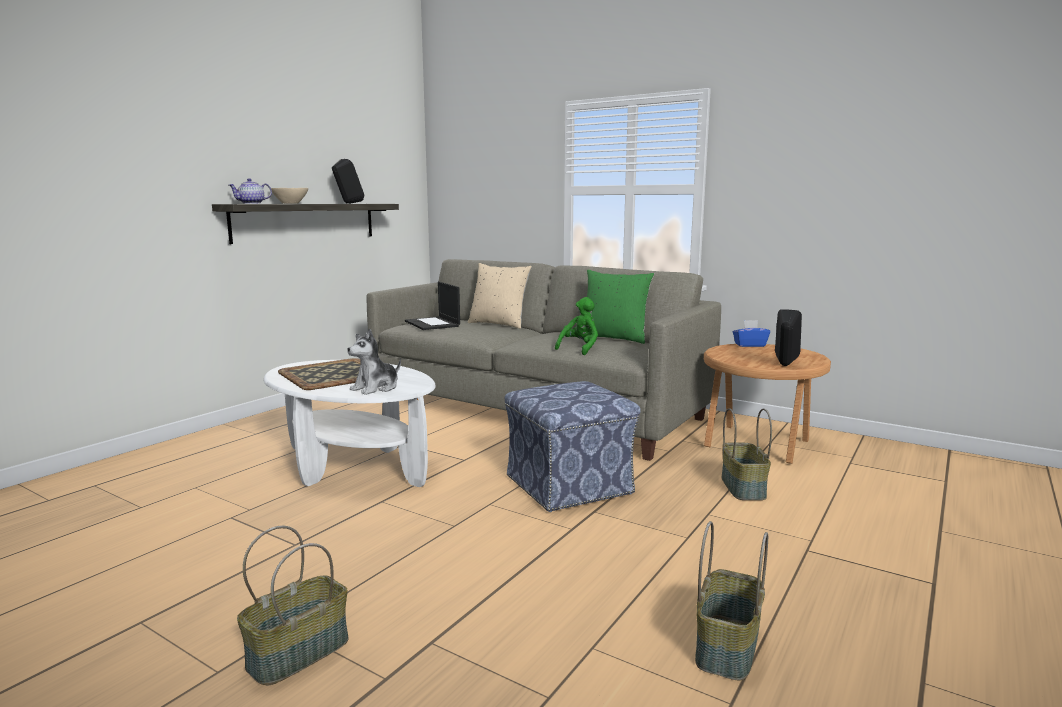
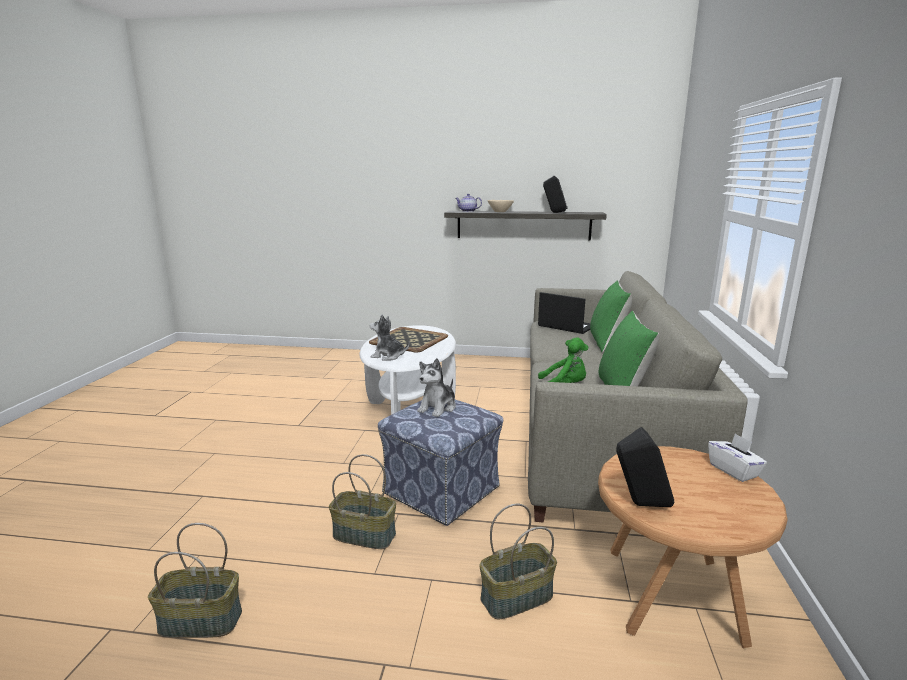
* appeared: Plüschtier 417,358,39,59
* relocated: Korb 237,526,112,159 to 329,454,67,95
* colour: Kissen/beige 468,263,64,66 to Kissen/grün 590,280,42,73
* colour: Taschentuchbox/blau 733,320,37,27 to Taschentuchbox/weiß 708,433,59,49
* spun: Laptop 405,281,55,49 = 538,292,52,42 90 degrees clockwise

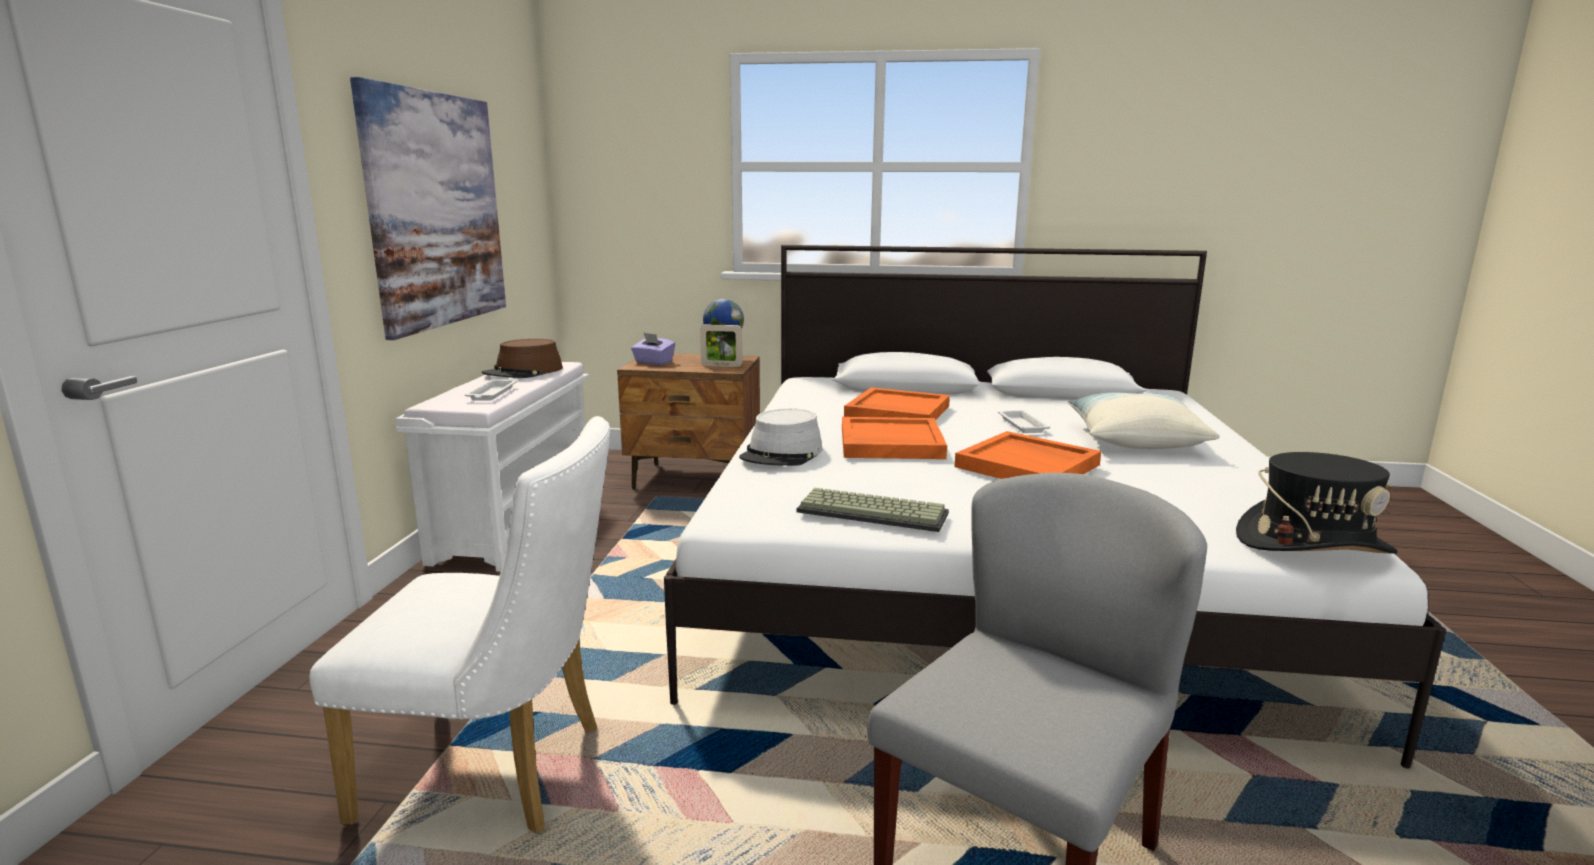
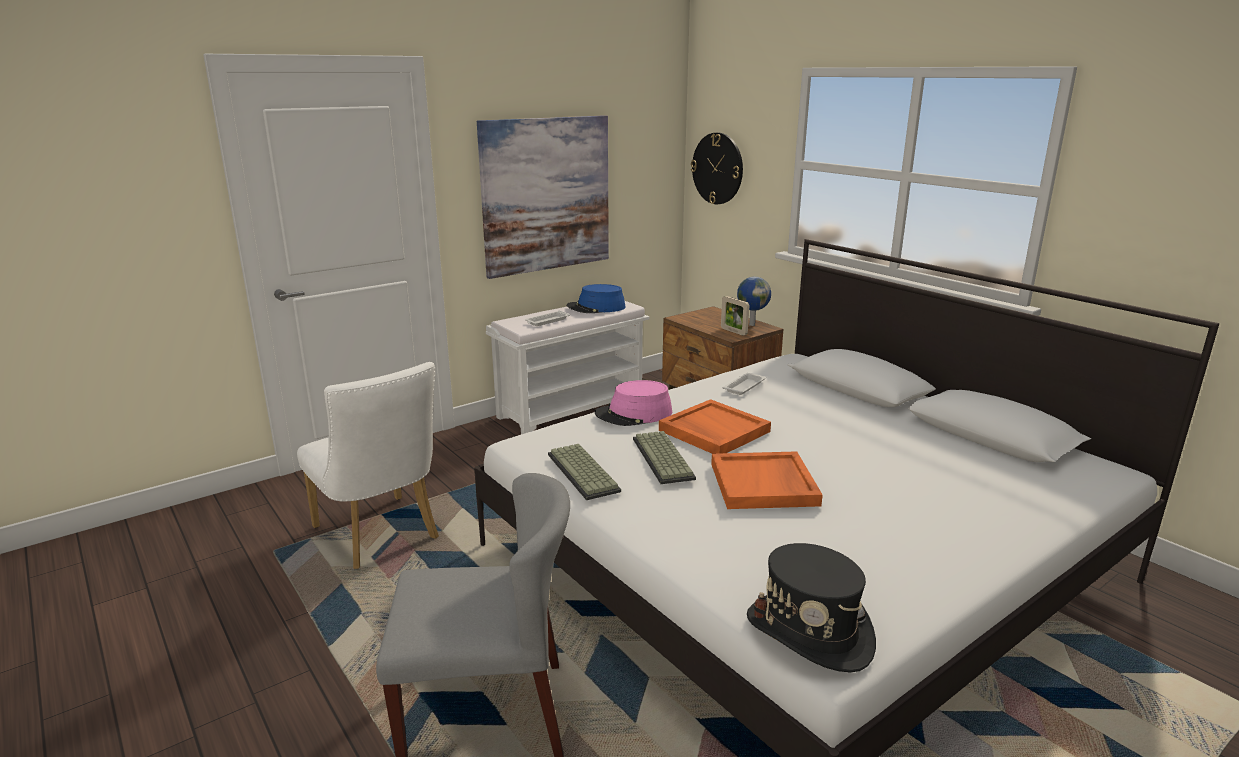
* missing: Taschentuchbox/lila 631,332,44,33
* missing: Tablett/orange 844,387,106,33
* missing: Kissen 1068,392,152,57
* appeared: Tastatur 633,431,63,53
* appeared: Wanduhr 691,133,52,71
* relocated: Tablett/weiß 998,410,52,23 to 723,373,43,22
* colour: Hut/braun 482,339,81,39 to Hut/blau 567,284,59,29
* colour: Hut/grau 739,409,83,57 to Hut/rosa 595,380,78,46

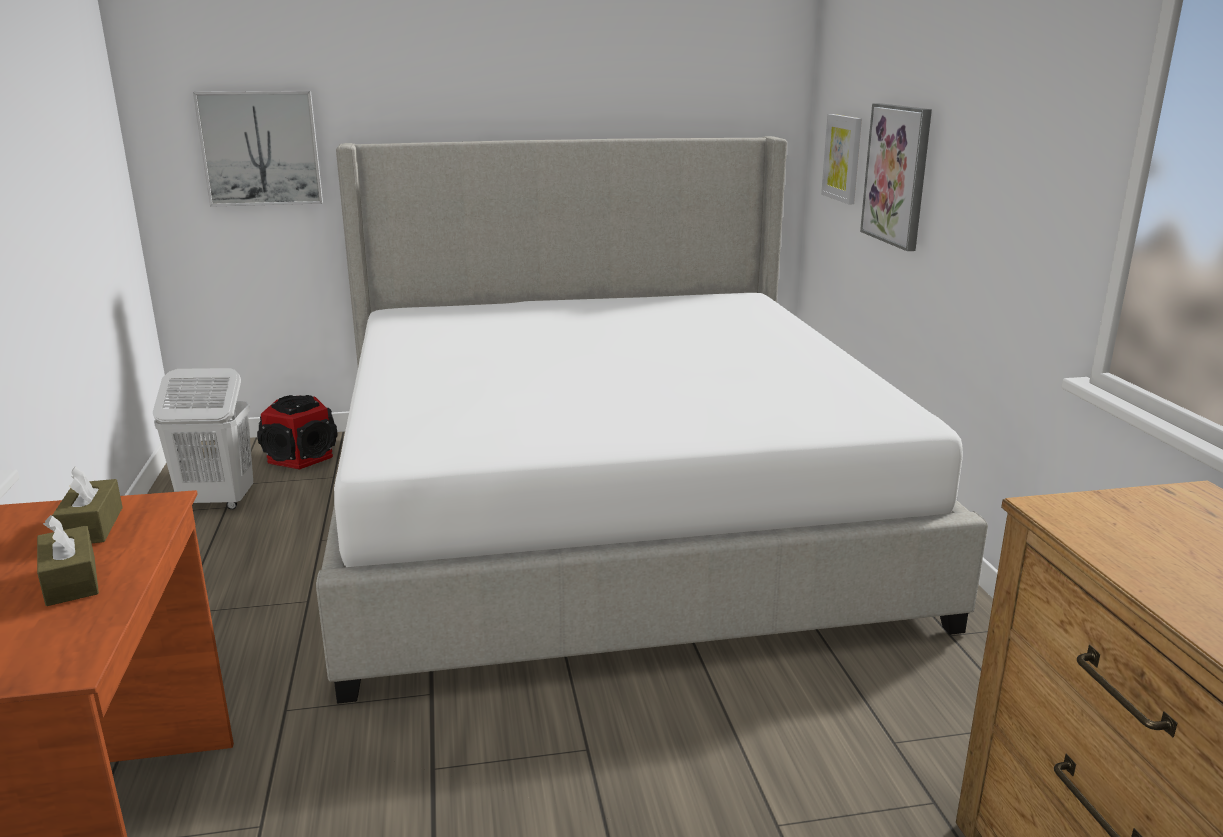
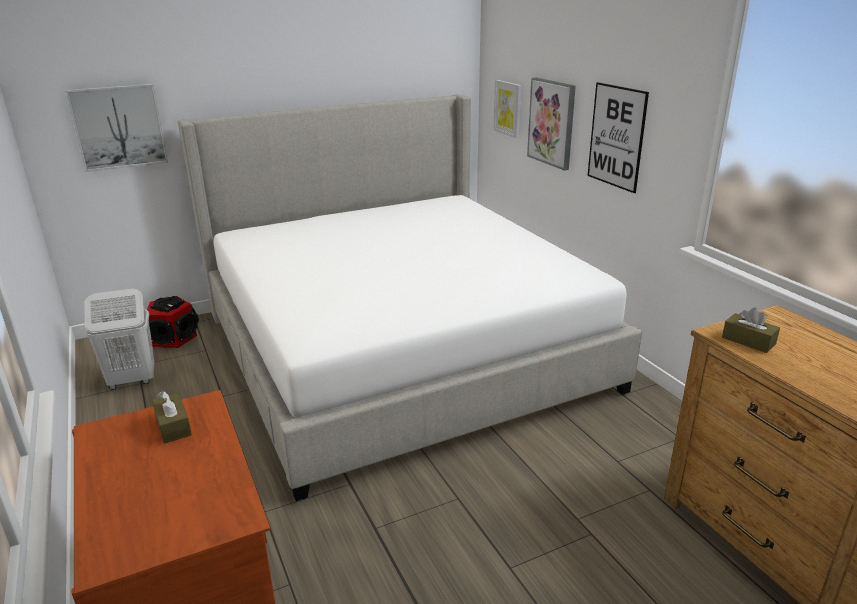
* appeared: Bild 588,82,61,111
* relocated: Taschentuchbox/braun 37,515,62,91 to 722,307,58,46

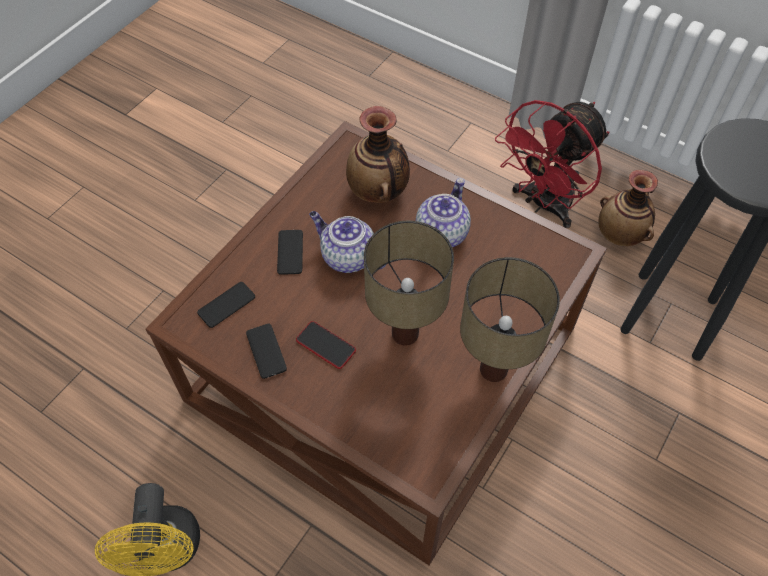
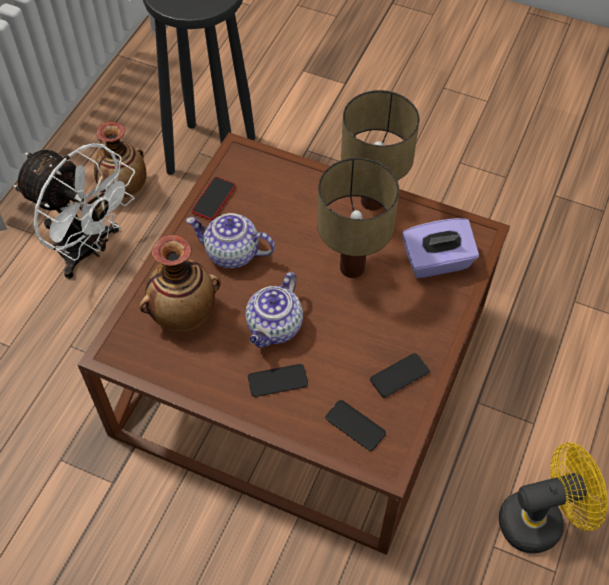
* appeared: Taschentuchbox/lila 402,218,77,60
* relocated: Handy 296,321,60,48 to 192,177,44,43
* colour: Ventilator/rot 495,100,114,128 to Ventilator/weiß 13,143,122,136

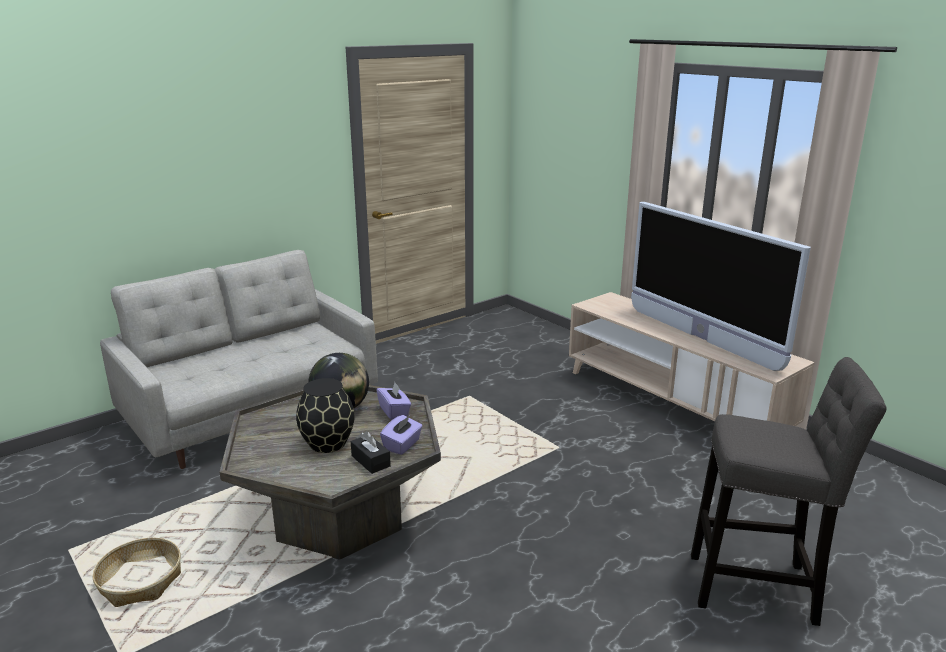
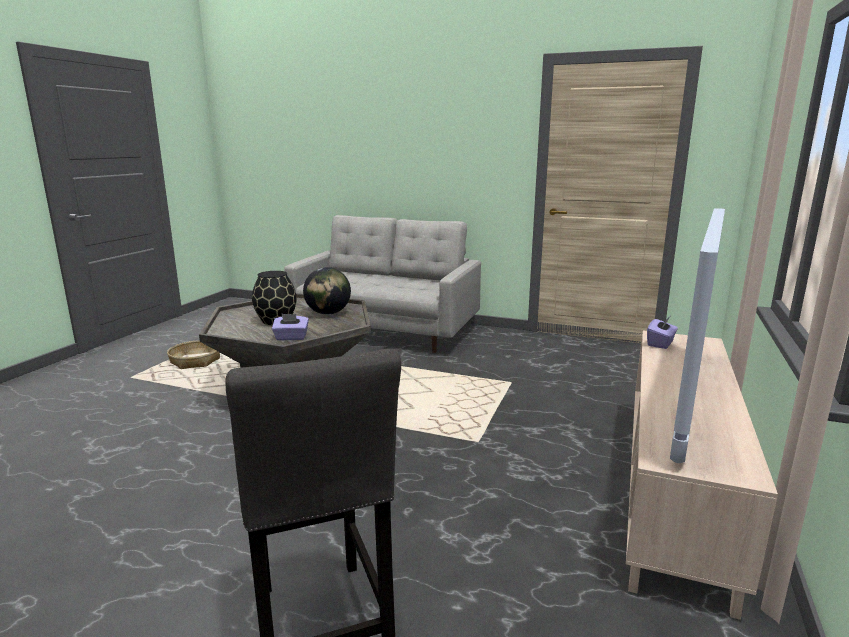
* missing: Taschentuchbox/schwarz 351,431,40,43
* relocated: Taschentuchbox/lila 376,382,35,38 to 647,317,31,32

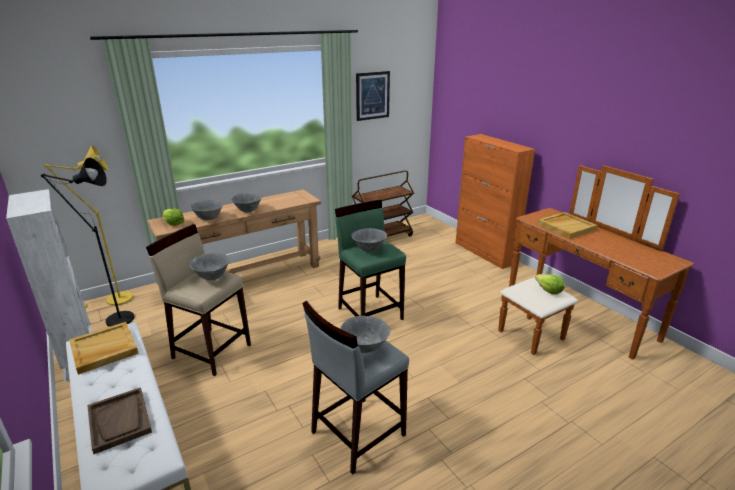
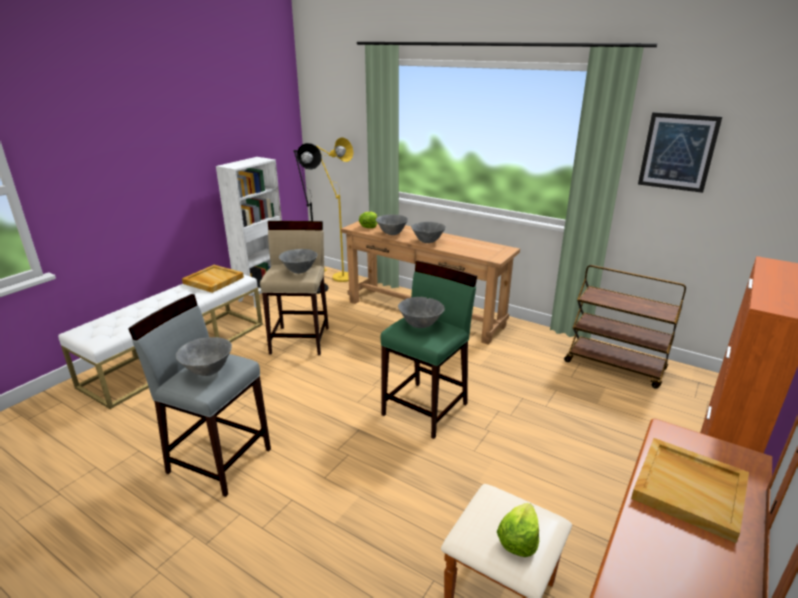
* missing: Tablett/braun 87,387,65,67

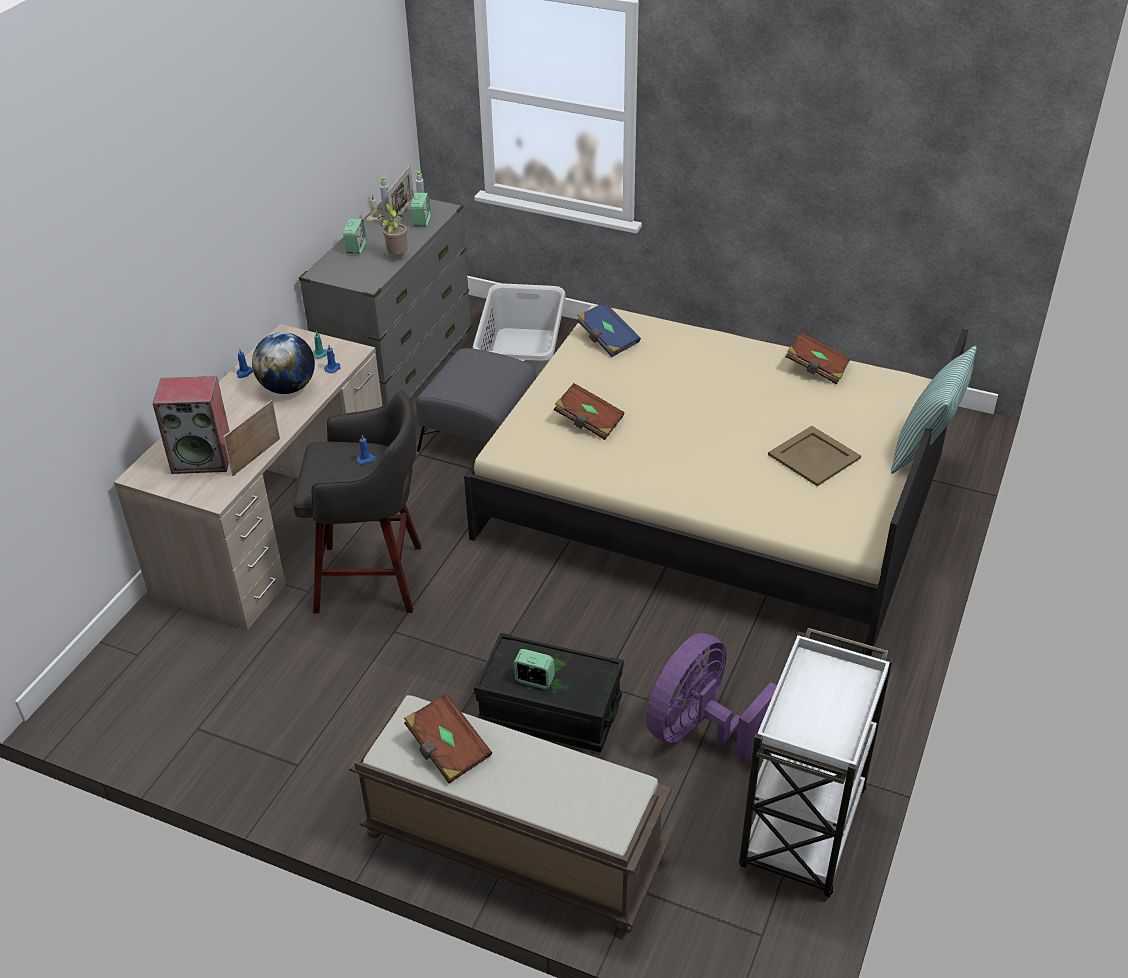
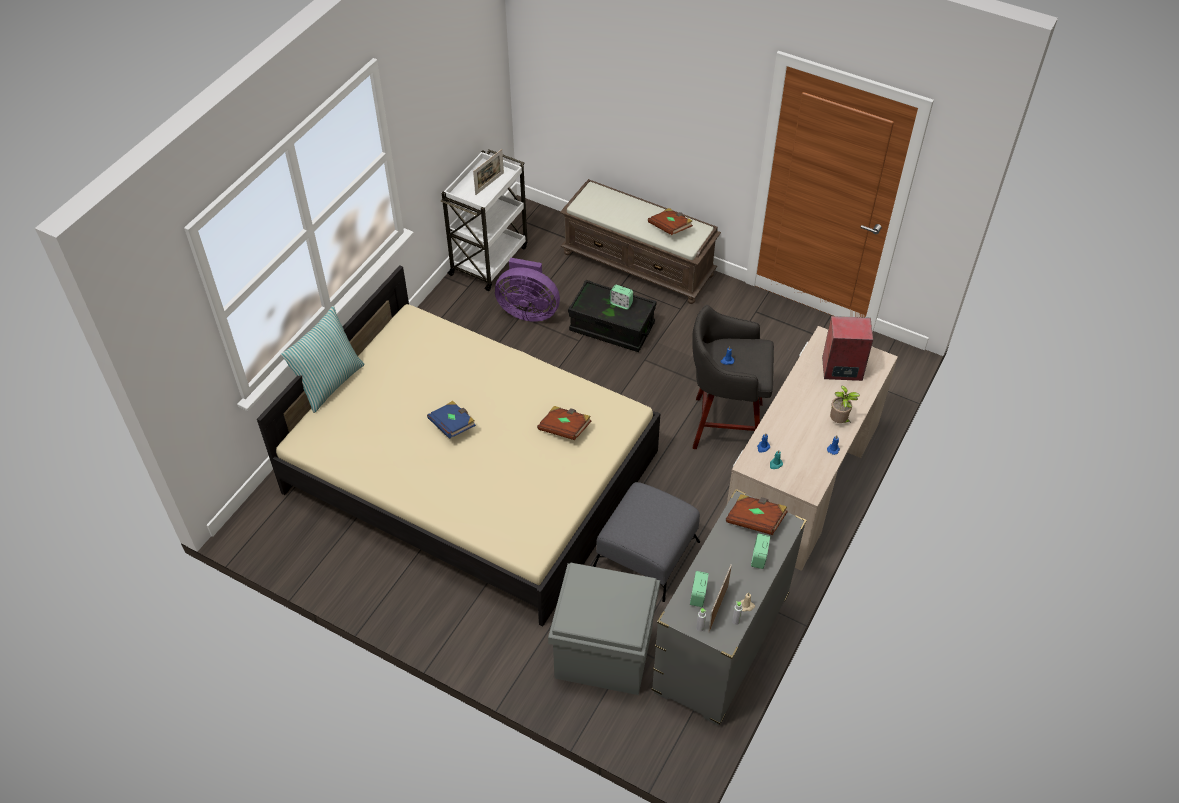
* missing: Globus 252,332,63,62
* missing: Tablett/beige 768,426,93,60
* relocated: Bilderrahmen 223,400,57,76 to 473,149,31,46
* relocated: Topfpflanze 376,203,32,53 to 830,386,30,37
* relocated: Buch/blau 577,302,64,55 to 427,401,49,38
* relocated: Buch/braun 786,332,65,53 to 726,494,62,41
* exchanged: Wäschekorb/grau 473,283,93,94 to Aufbewahrungsbox/grau 548,562,112,133
* spun: Ventilator/lila 646,633,131,130 = 495,258,65,64 60 degrees clockwise

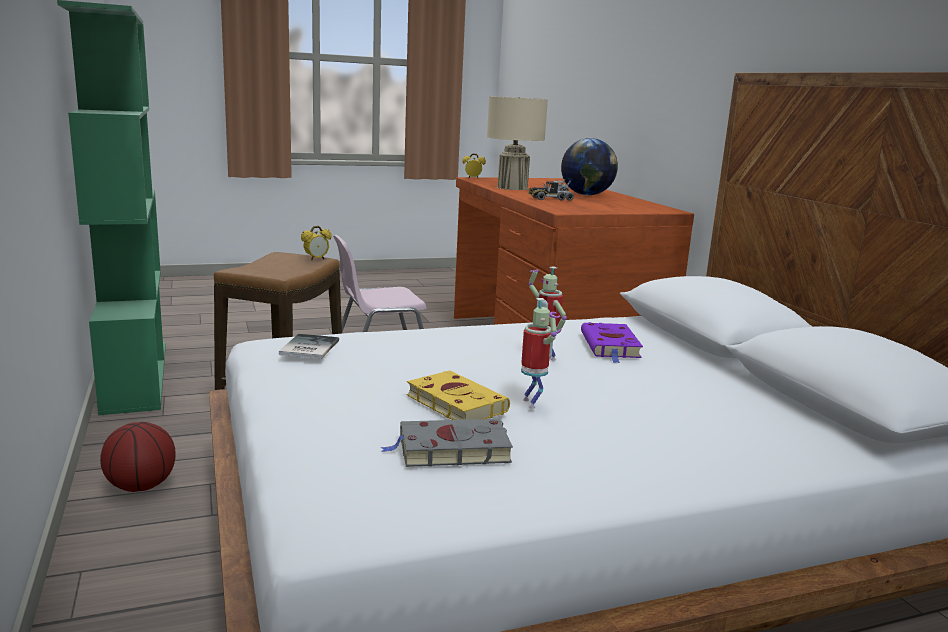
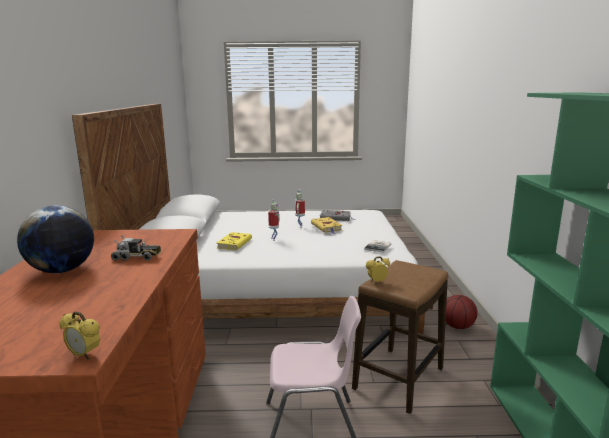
* missing: Tischlampe/beige 487,96,61,94
* colour: Buch/lila 581,322,62,41 to Buch/gelb 217,232,35,18

